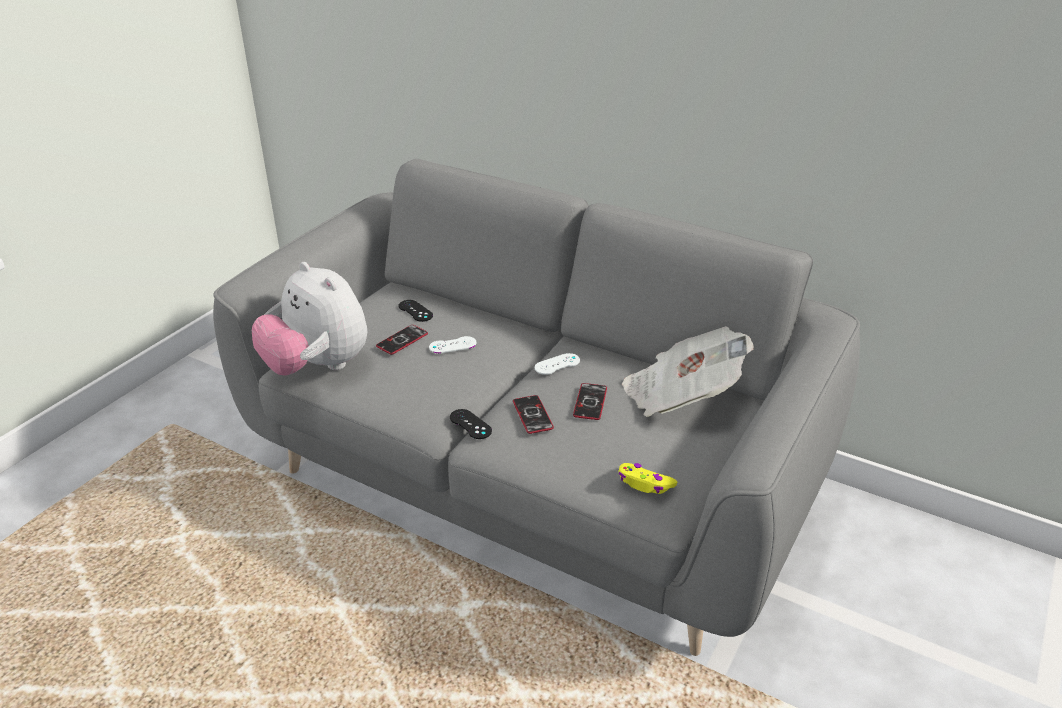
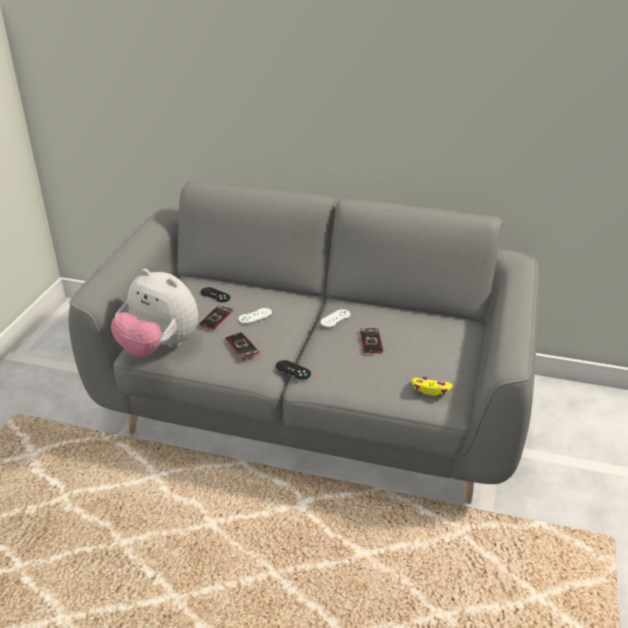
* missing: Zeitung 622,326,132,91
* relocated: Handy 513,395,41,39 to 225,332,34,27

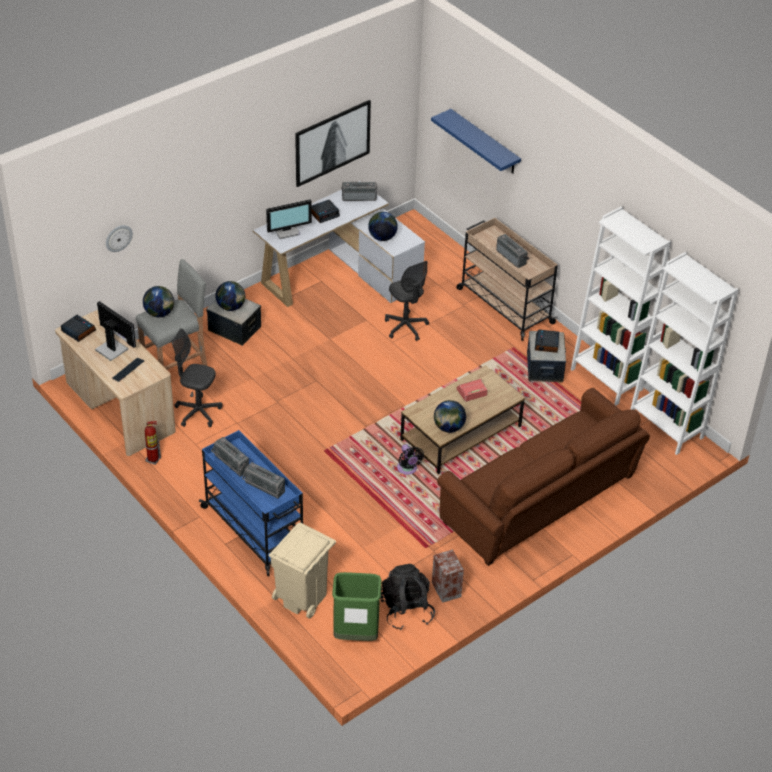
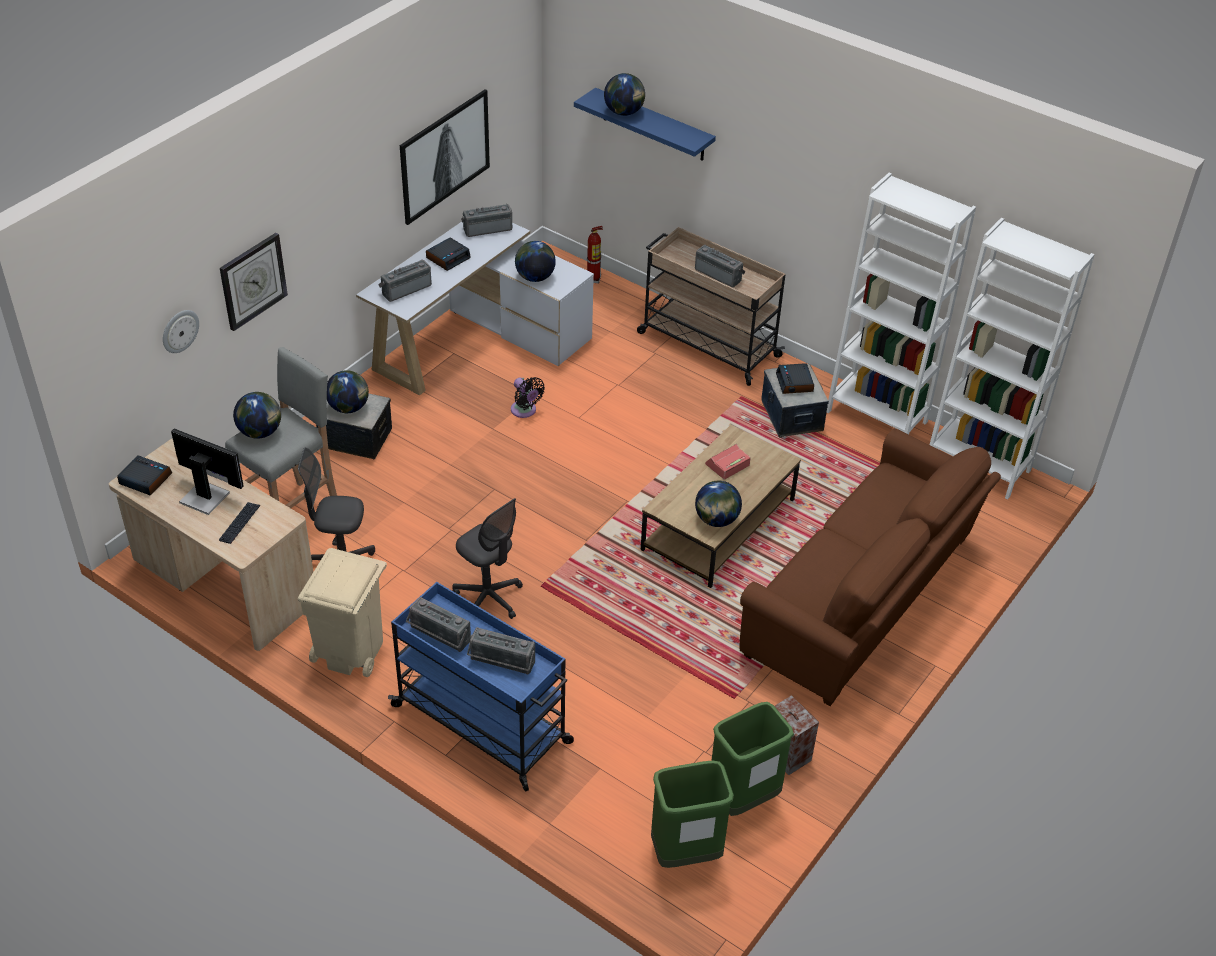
* appeared: Wanduhr 220,233,68,98
* appeared: Globus 604,73,41,43
* relocated: Feuerlöscher 145,421,16,44 to 587,226,16,58
* relocated: Mülleimer/beige 269,523,67,96 to 298,548,89,129
* relocated: Bürostuhl/grau 385,261,44,80 to 453,498,70,121
* relocated: Ventilator/schwarz 397,444,27,31 to 511,377,34,41
* exchanged: Monitor 266,199,46,40 to Radio 378,260,54,42
* exchanged: Rucksack/schwarz 380,564,55,66 to Mülleimer/grün 711,702,83,114

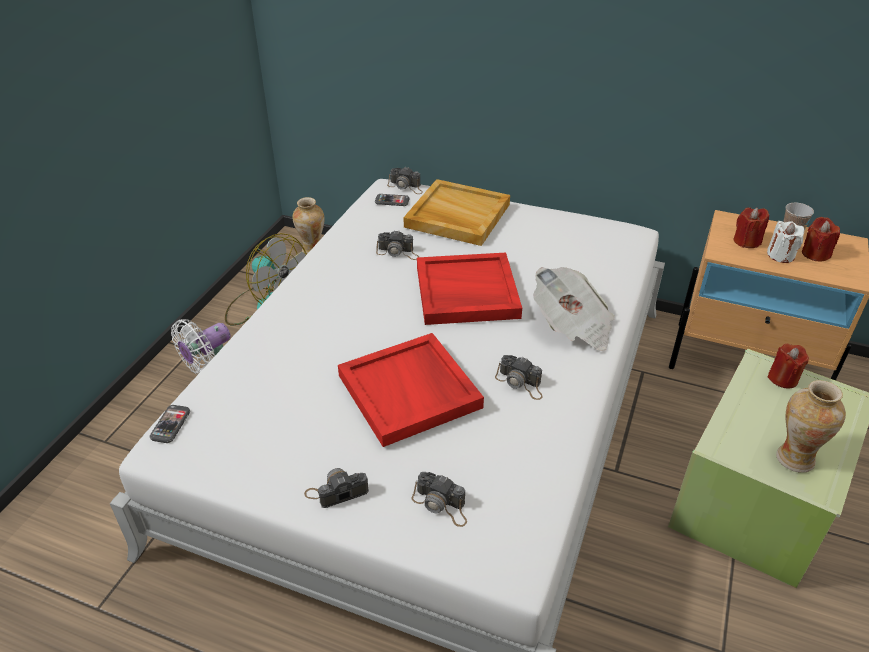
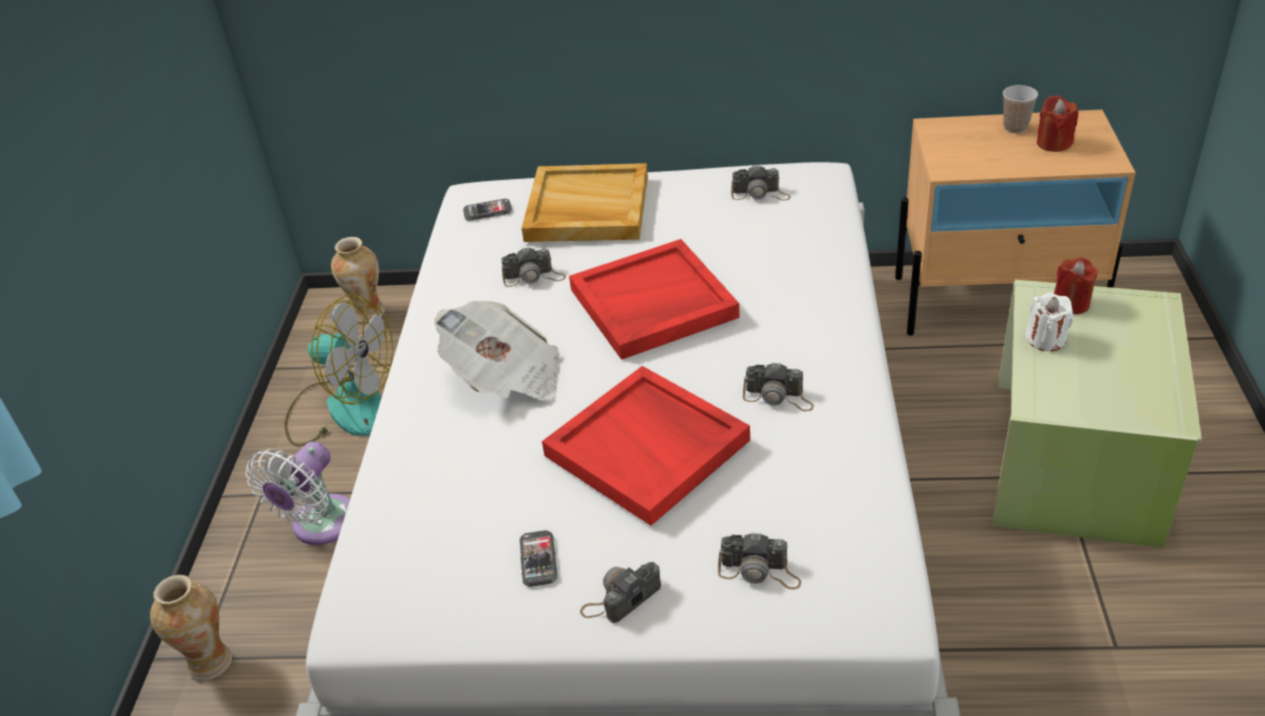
* missing: Kerze/rot 733,208,36,40
* relocated: Handy 150,405,40,38 to 520,530,37,57
* relocated: Kamera 387,166,36,28 to 731,165,60,35
* relocated: Zeitung 533,267,82,84 to 434,301,125,100
* relocated: Kerze/weiß 767,221,37,42 to 1025,292,48,59
* relocated: Vase 776,380,70,93 to 150,575,82,106

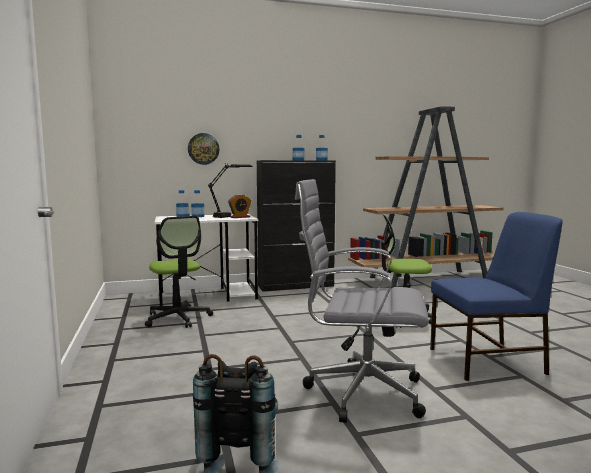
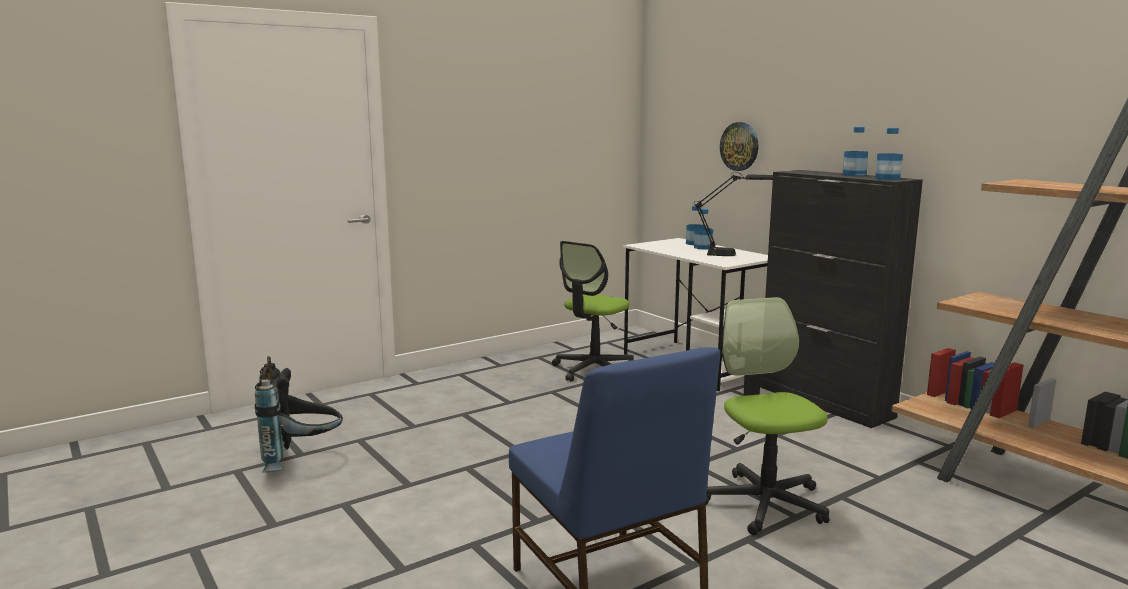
* missing: Wecker 228,194,23,24
* missing: Bürostuhl/grau 295,179,134,244

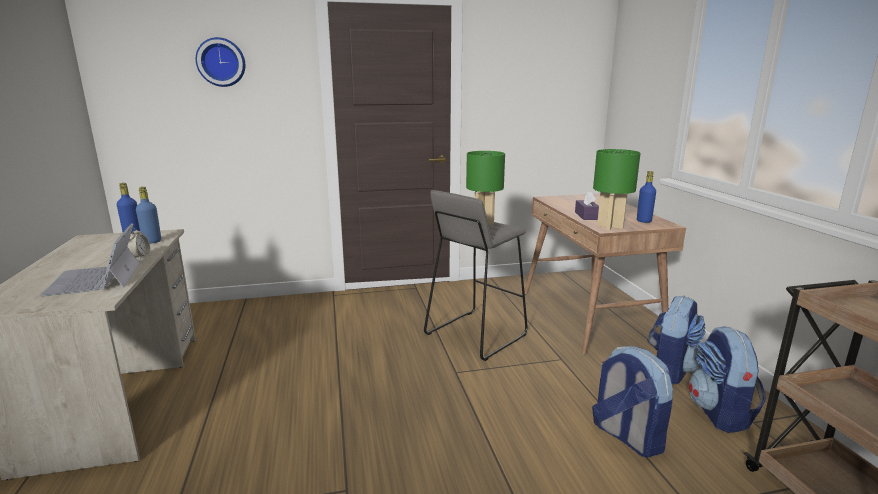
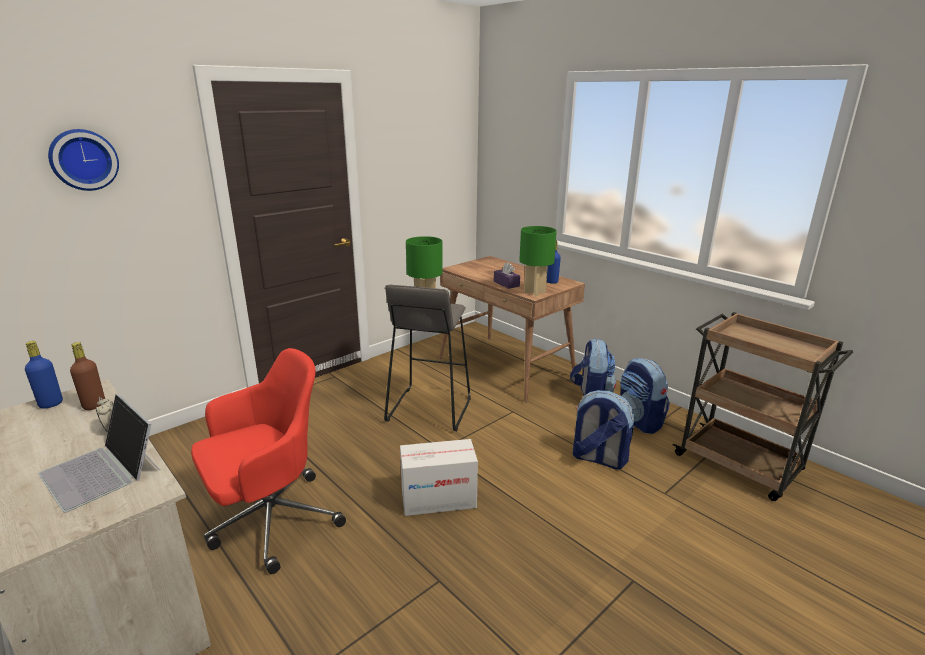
* appeared: Bürostuhl/rot 191,348,155,226
* appeared: Karton 400,439,78,77
* colour: Flasche/blau 136,187,25,57 to Flasche/braun 70,342,35,68

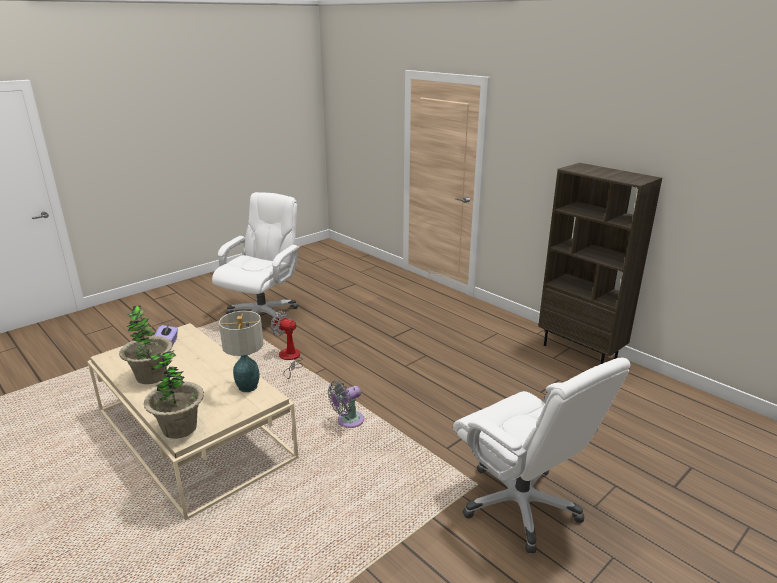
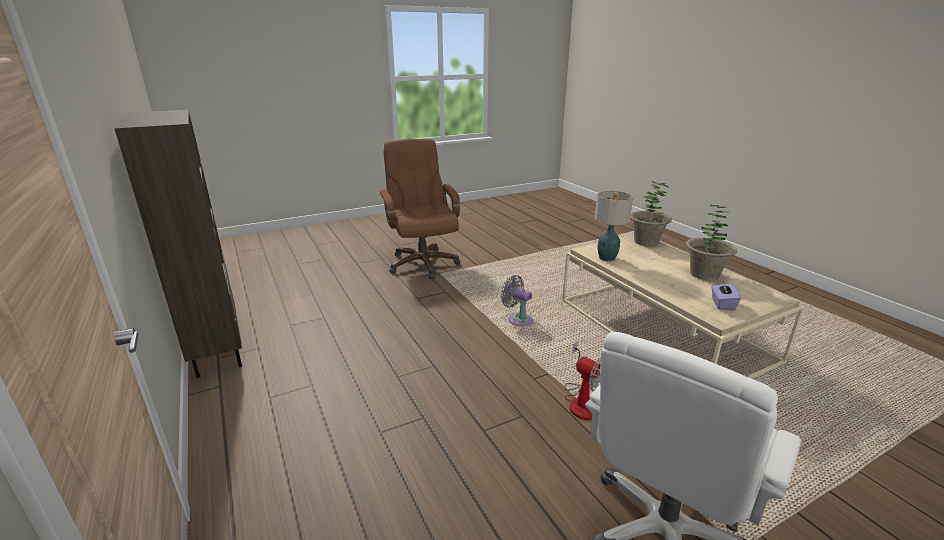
* colour: Bürostuhl/weiß 453,358,178,195 to Bürostuhl/braun 380,139,80,140
* spun: Ventilator/grau 328,381,36,47 = 501,275,32,51 120 degrees counterclockwise

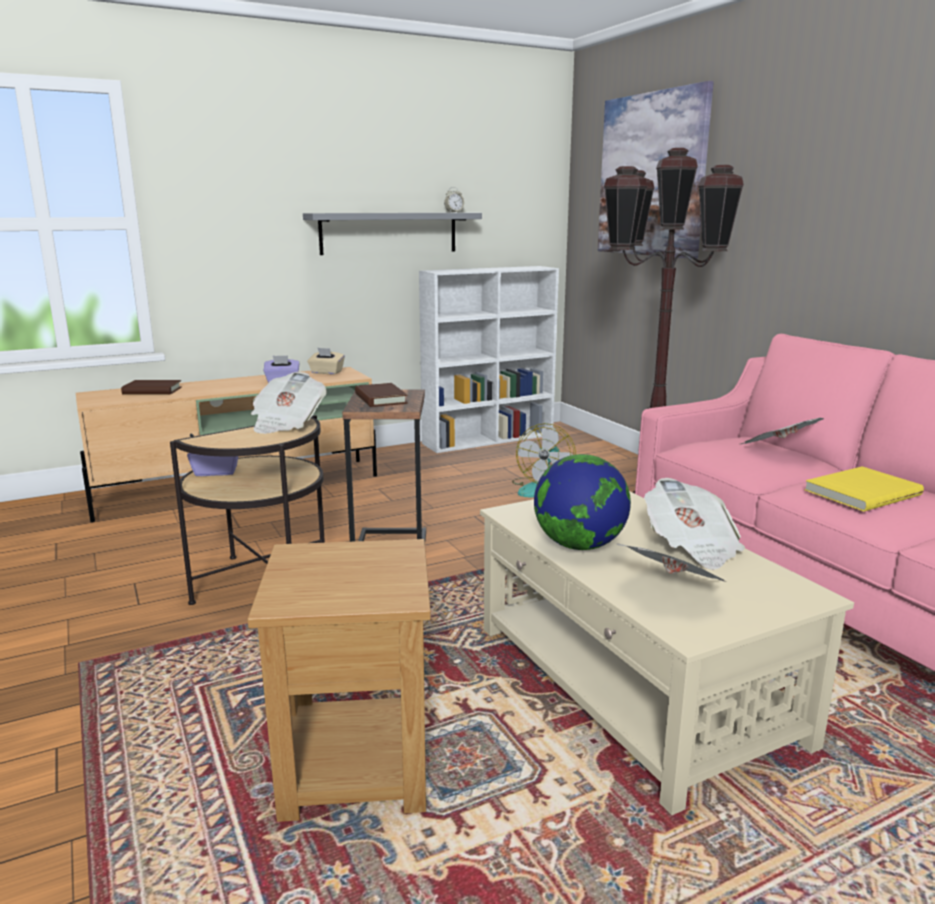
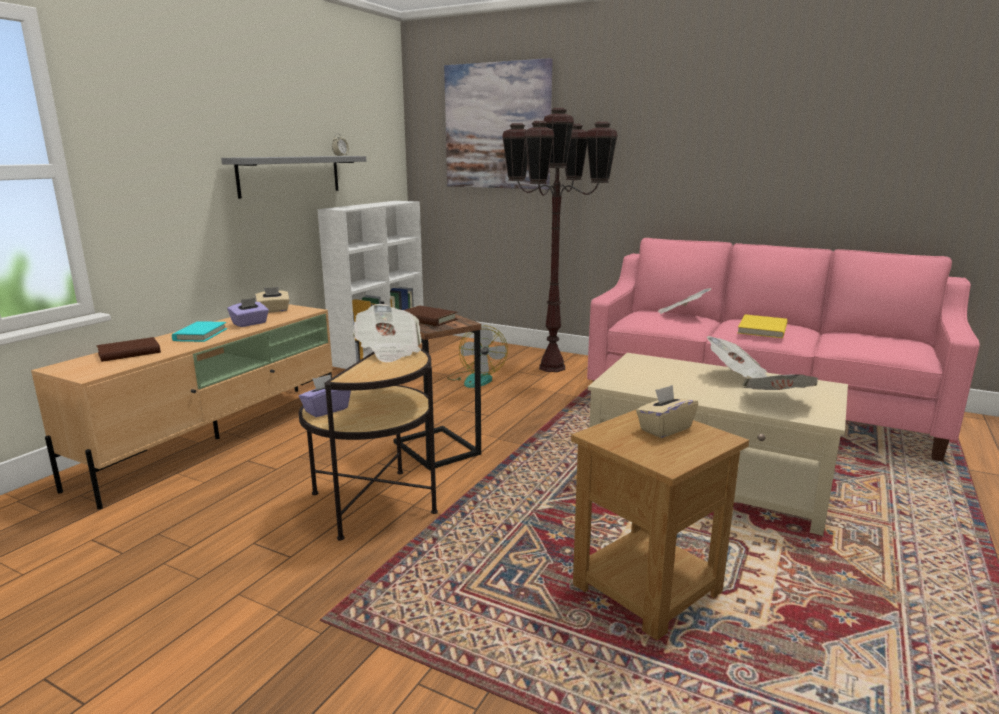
* missing: Globus 534,454,97,96
* appeared: Buch/türkis 172,321,55,21
* appeared: Taschentuchbox/beige 636,385,62,53

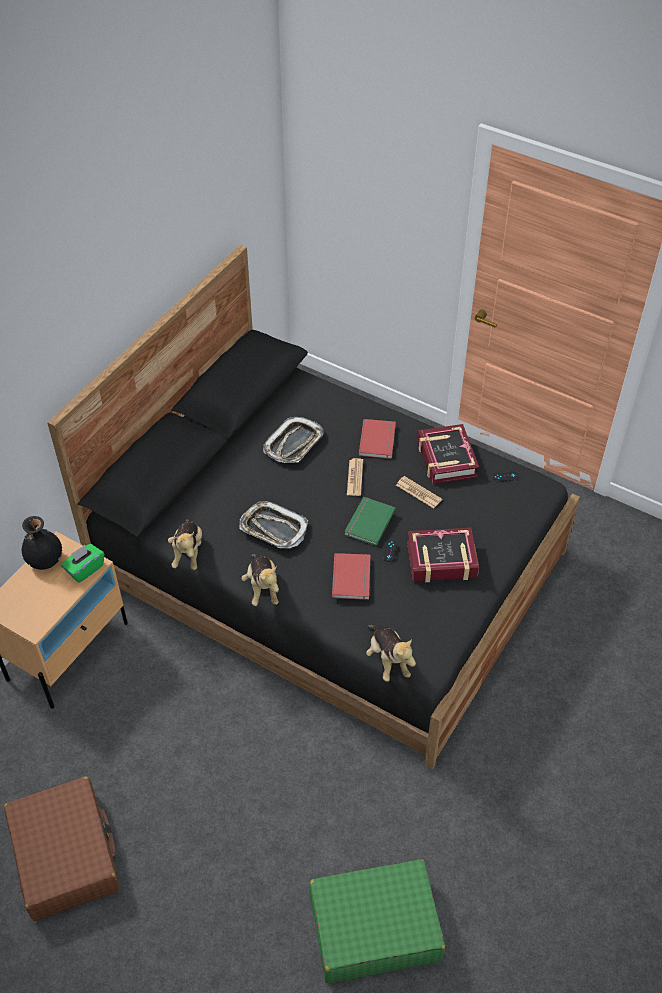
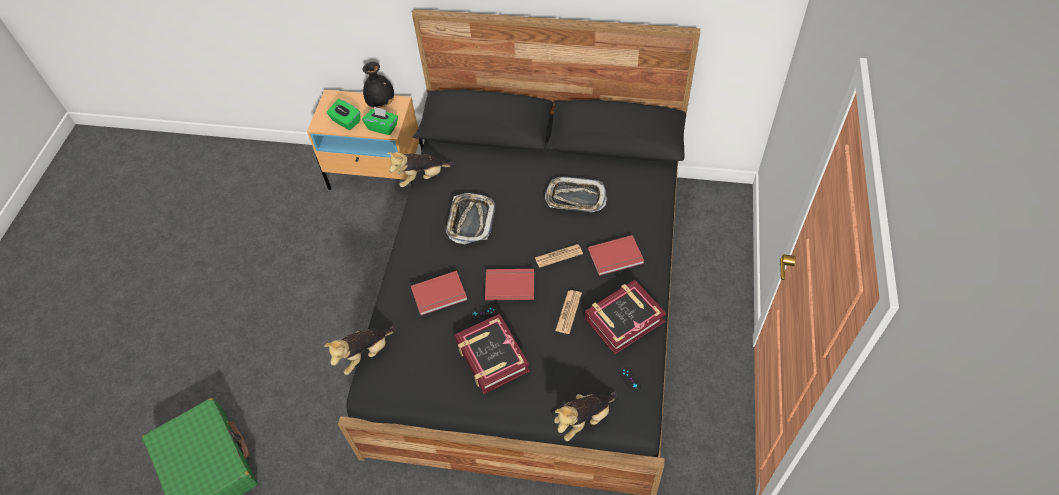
* missing: Koffer/braun 4,776,116,145
* appeared: Taschentuchbox/grün 327,99,33,31
* relocated: Plüschtier 241,554,38,52 to 554,391,63,50
* colour: Buch/grün 344,497,52,49 to Buch/rot 485,269,50,32

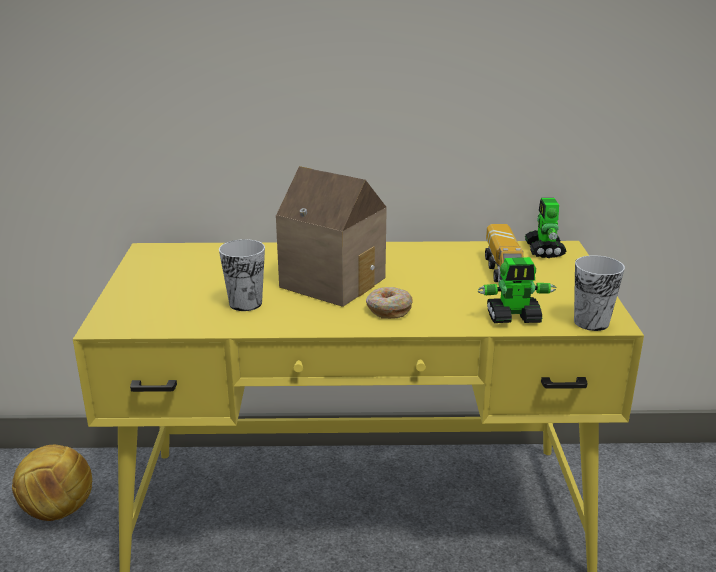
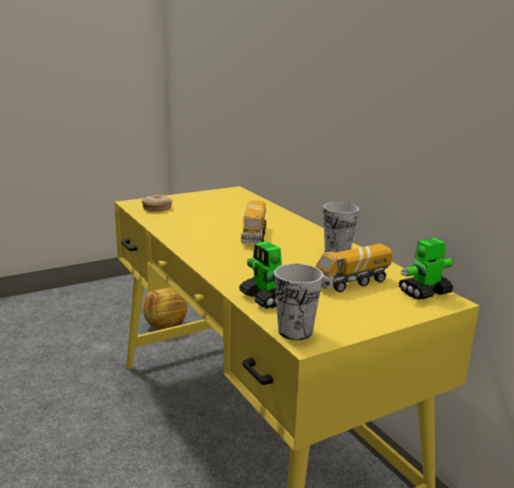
* relocated: Tasse 219,239,46,72 to 323,202,36,51
* relocated: Donut 366,287,47,32 to 142,195,30,16
* exchanged: Spielzeughaus 276,166,111,141 to Spielzeuglaster 241,200,25,44

